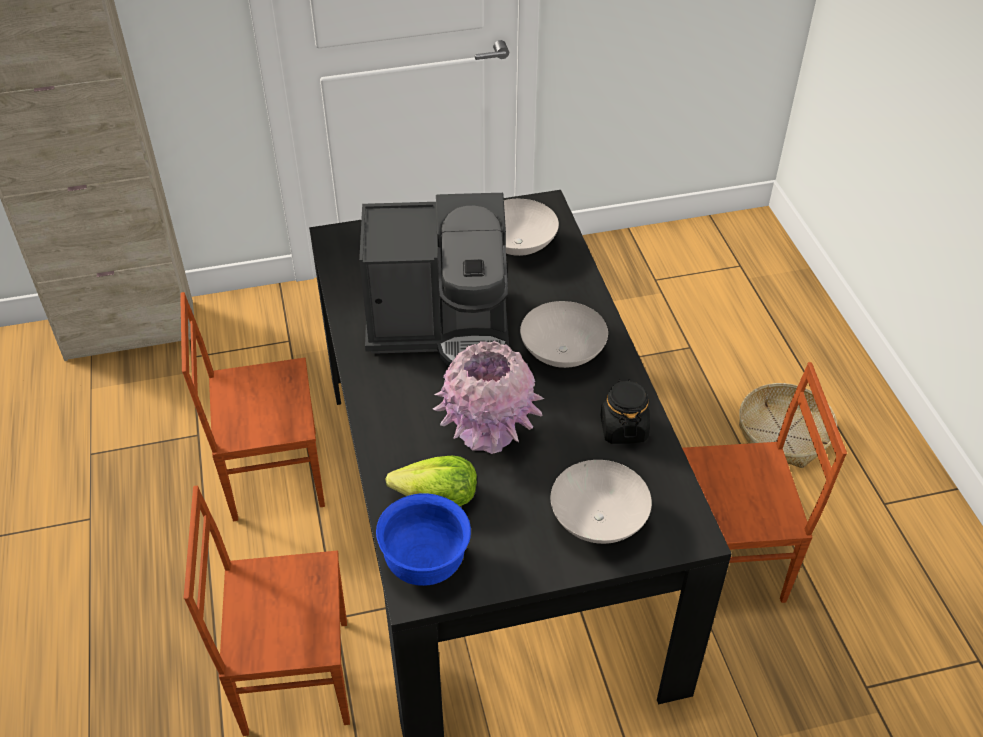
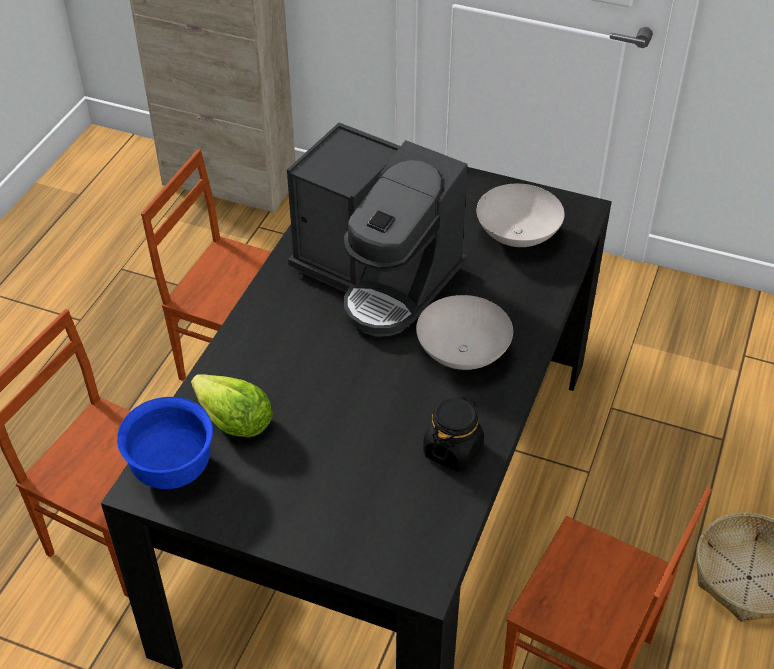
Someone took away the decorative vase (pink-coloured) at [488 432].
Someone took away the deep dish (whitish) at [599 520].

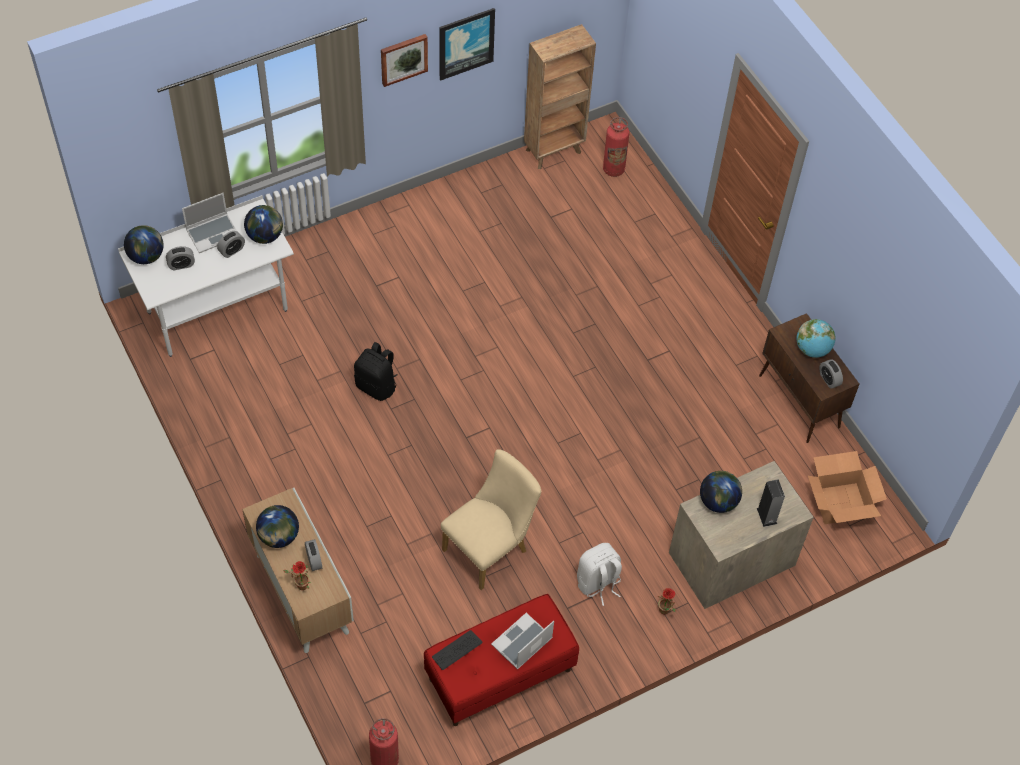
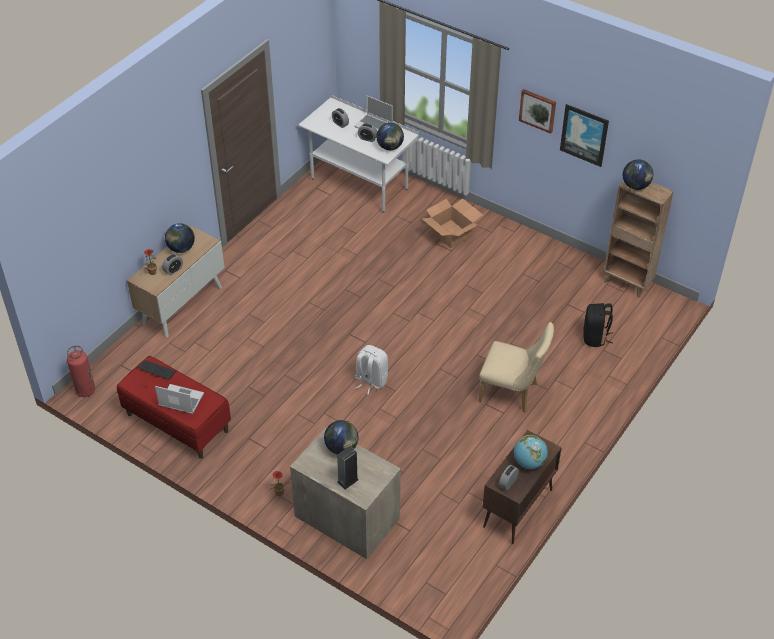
Someone took away the fire-fighting cylinder at [613 169].
Someone carried the desk globe from [146 256] to [636 186].
Someone carried the backpack (black) from [377 386] to [595 337].
Someone carried the upright chair (beige-coloured) from [490 548] to [512 393].
Someone carried the backpack (whitish) from [598 583] to [370 380].
Someone carried the cardboard box from [840 503] to [451 233].

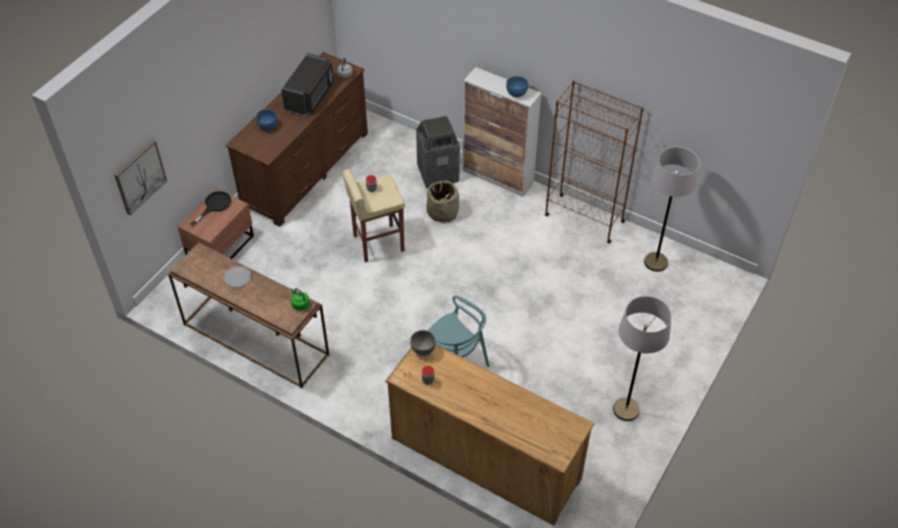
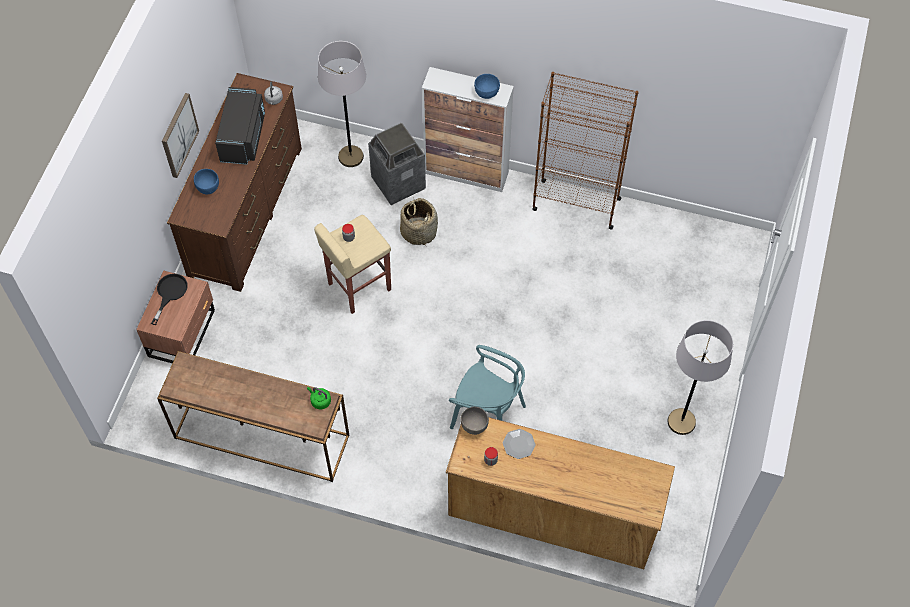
Someone carried the wall picture from [139 177] to [178 135].
Someone carried the plate from [237 277] to [519 444].
Someone carried the floor lamp (greyish) from [656 262] to [351 157].

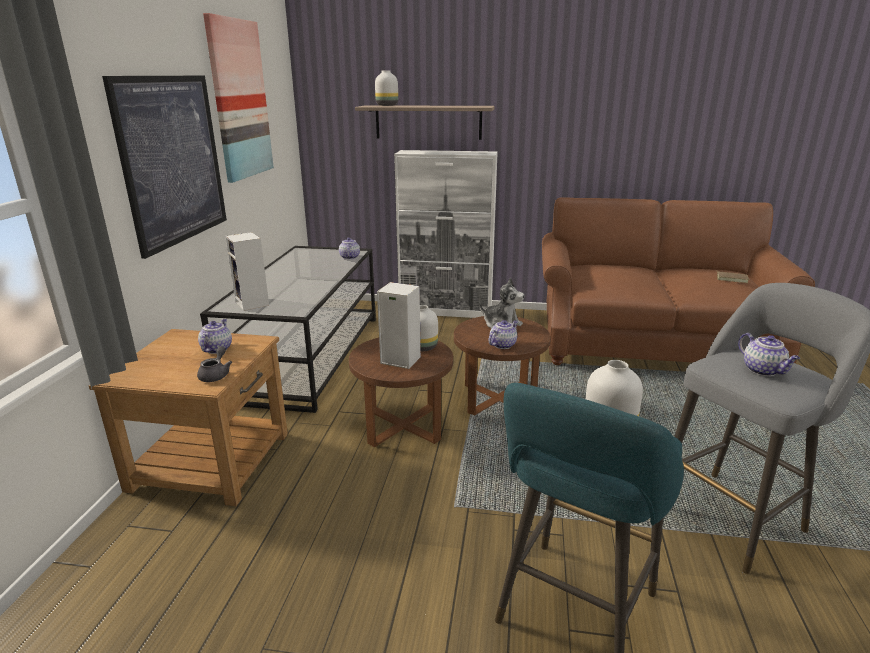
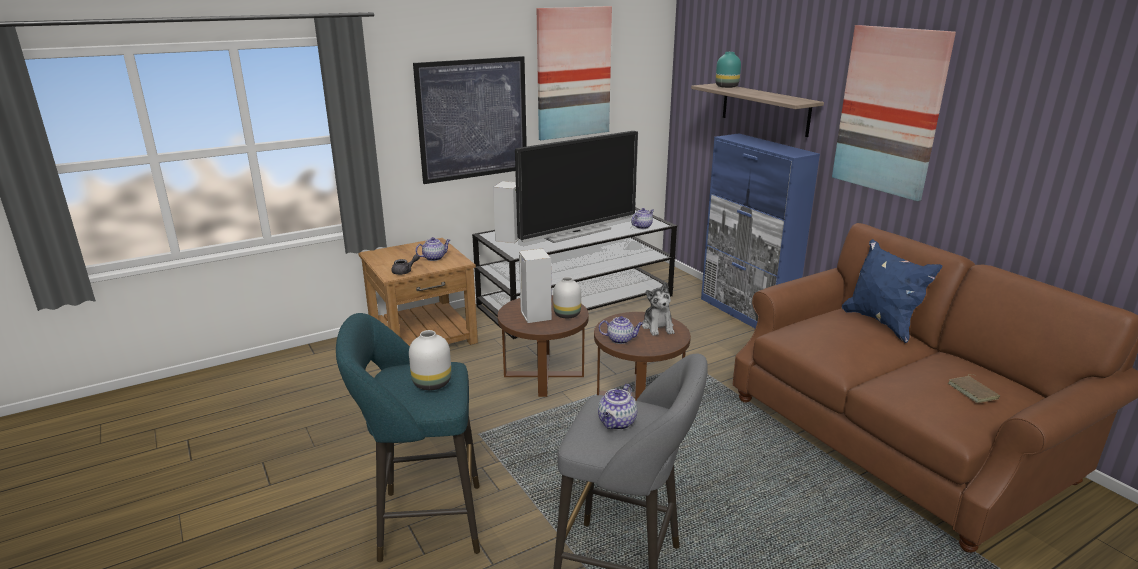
Someone put down the TV set at [576 232].
Someone put up the wall picture at [889 111].
Someone put down the pillow (blue) at [881 323].
Someone repainted the decorative vase (whitish) at [386 105], which became the decorative vase (turquoise-coloured) at [726 87].
Someone repainted the storage cabinet (whitish) at [446 310], which became the storage cabinet (blue) at [746 314].

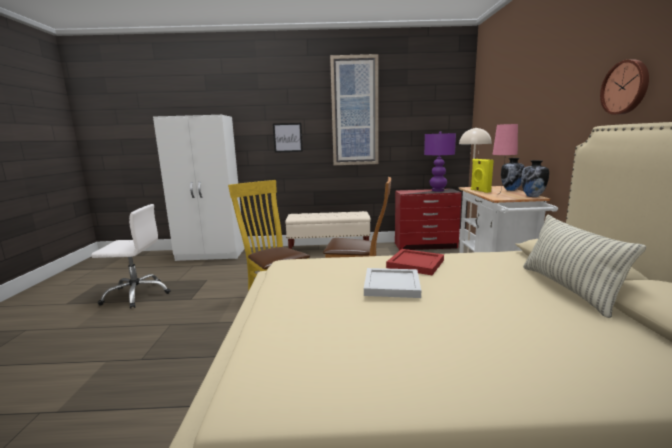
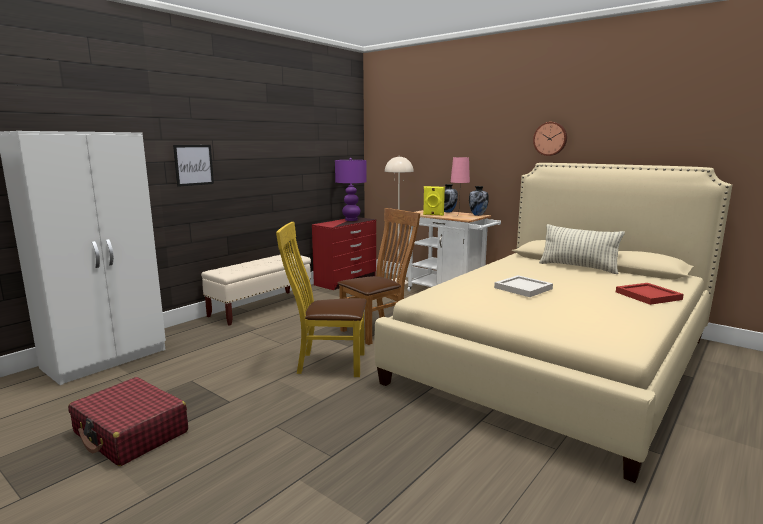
Someone took away the wall picture at [354 111].
Someone carried the serving tray (reddish) from [414 264] to [648 296].
Someone swapped the office chair (whitish) at [137 294] for the travel case (reddish) at [131 433].

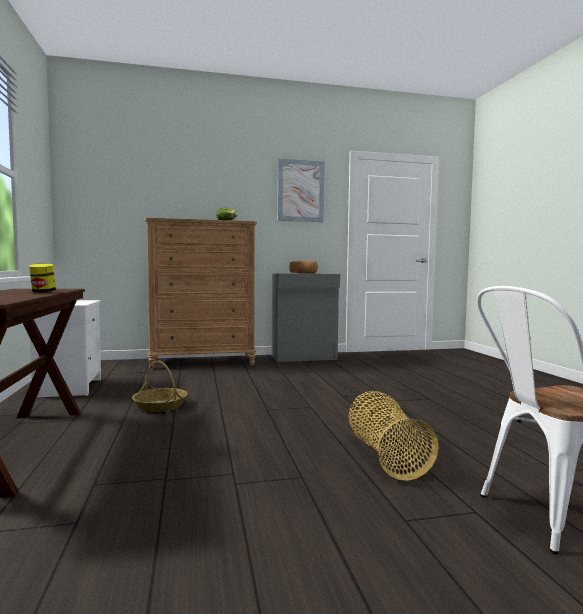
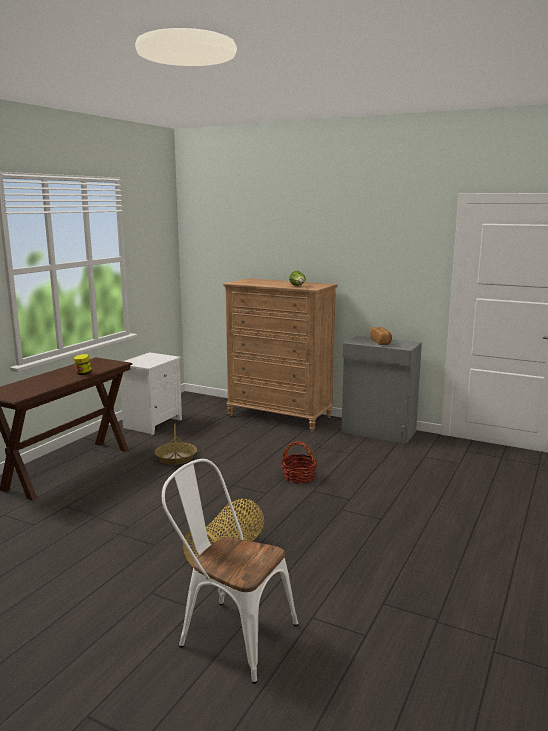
Someone took away the wall picture at [300 191].
Someone put down the household basket at [298 477].

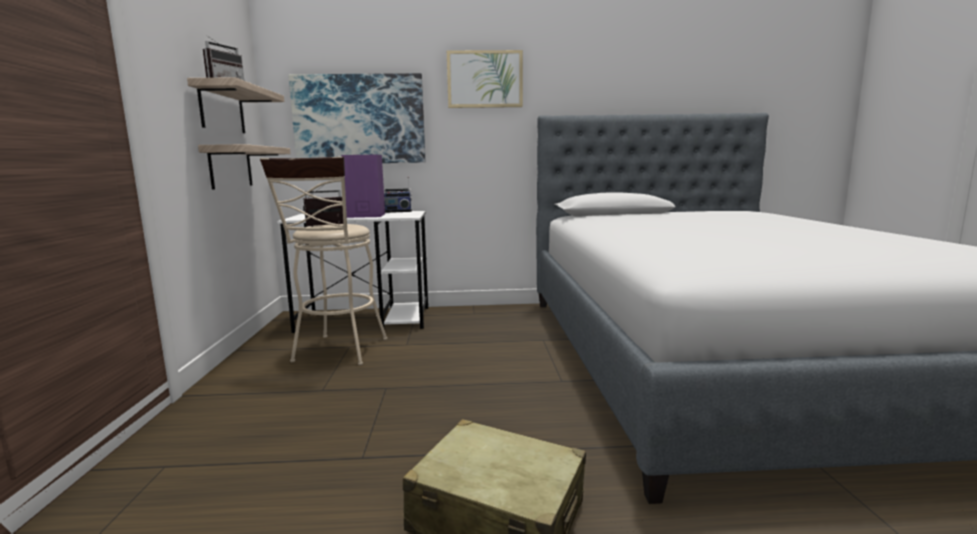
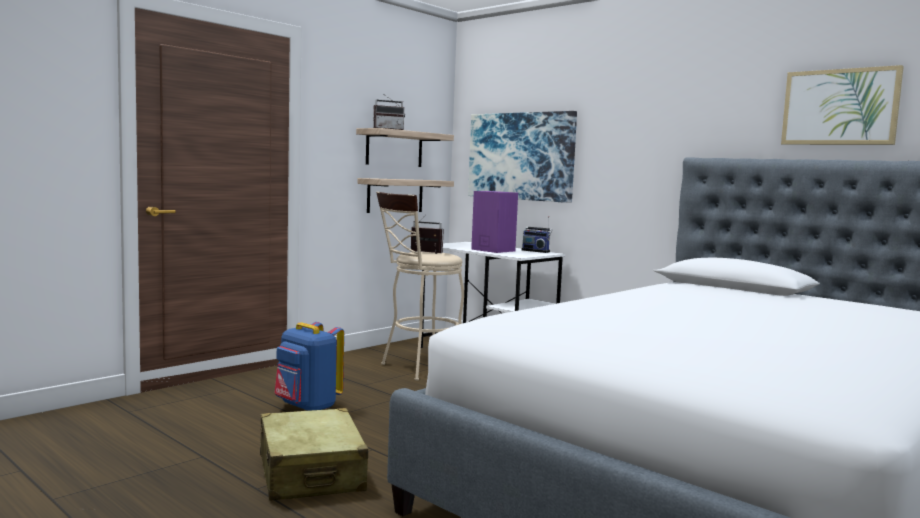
Someone put down the backpack (blue) at [307 407].
Someone carried the wall picture from [485 79] to [840 107].

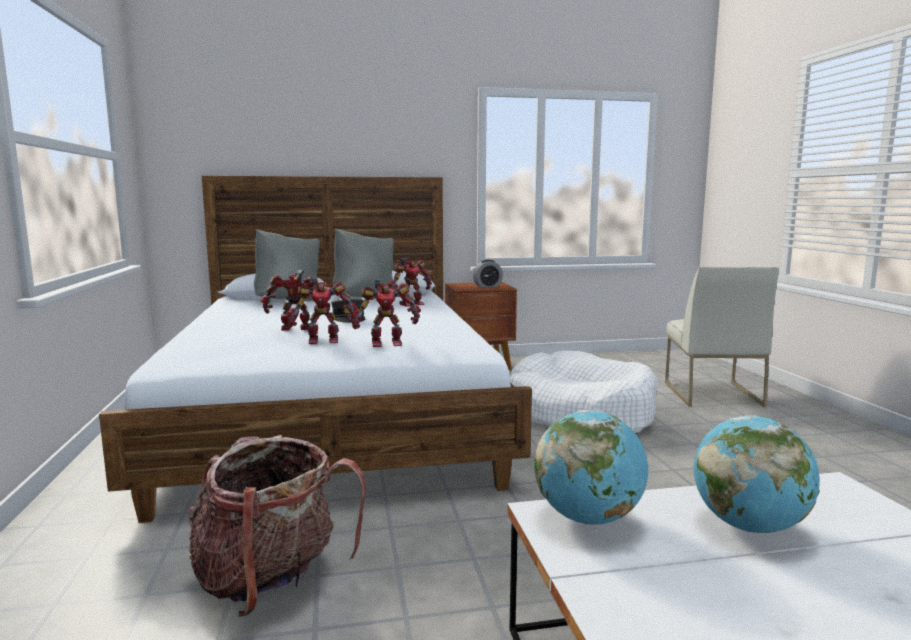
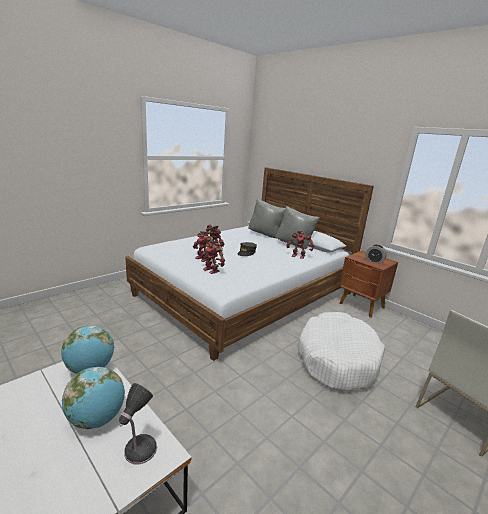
Someone took away the backpack at [271 581].
Someone put down the table lamp at [138 451].

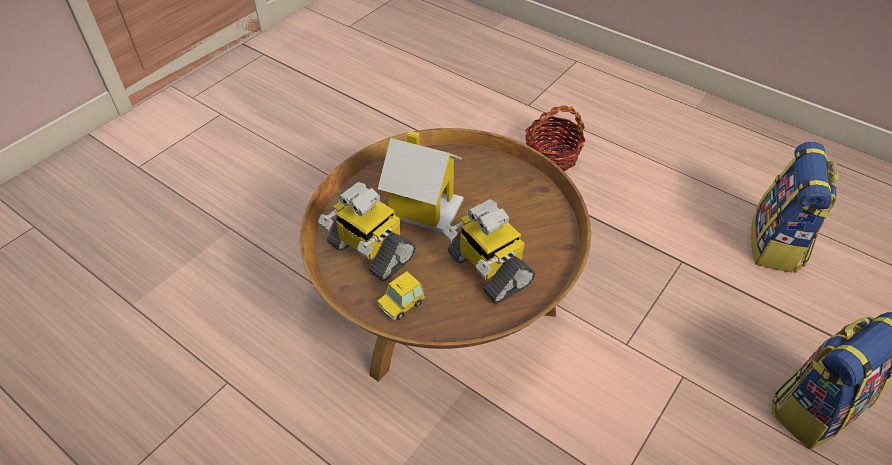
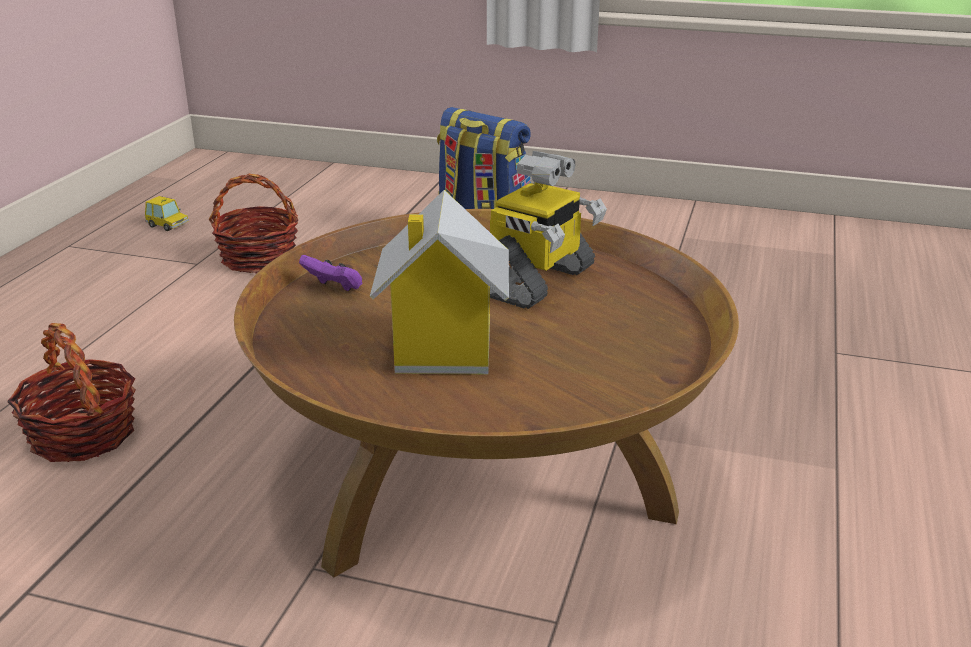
Someone took away the toy robot at [369 251].
Someone put down the gamepad (purple) at [334 288].
Someone carried the miniature car from [401 304] to [168 225].
Someone swapped the backpack at [776 244] for the household basket at [259 258].

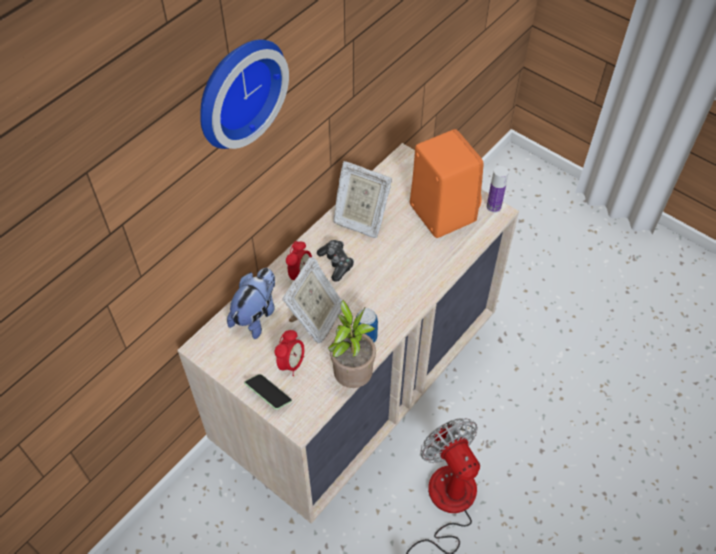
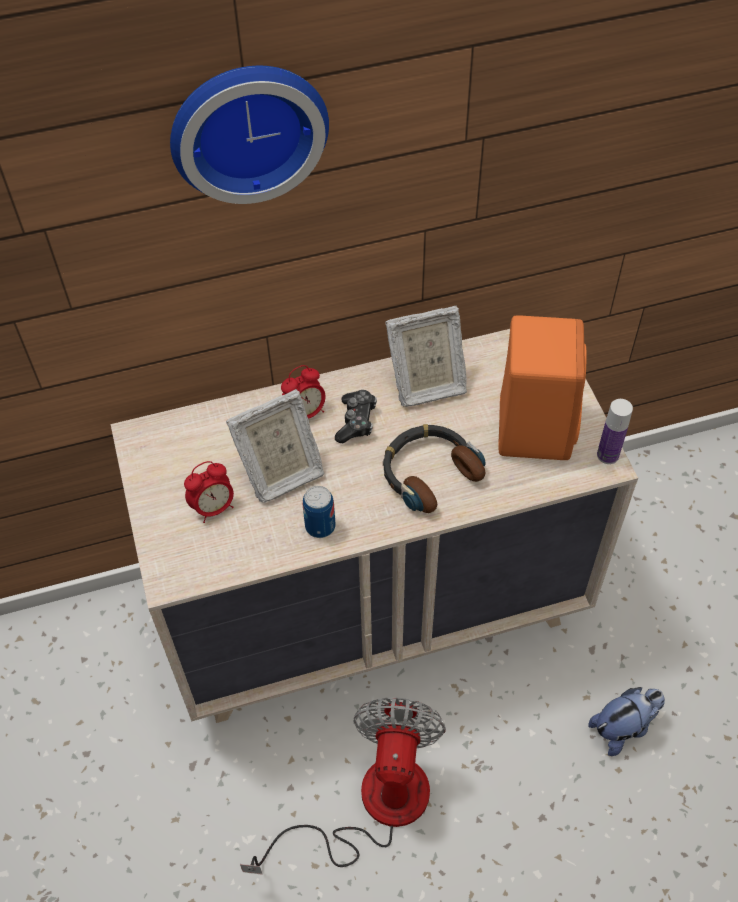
Someone took away the handset at [268 395].
Someone took away the potted plant at [352 376].
Someone put down the headset at [429 472].
Someone carried the cuddly toy from [256 315] to [623 728].
Someone rotated the standing frame at [360 219] by 75 degrees counterclockwise.

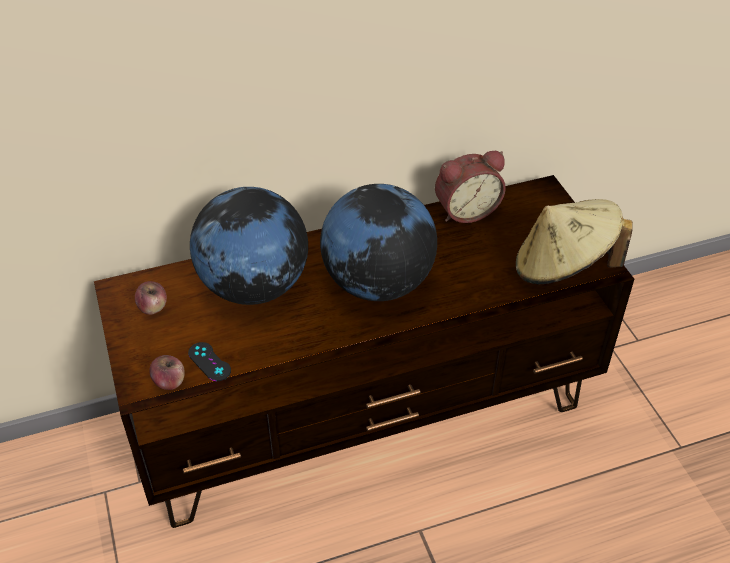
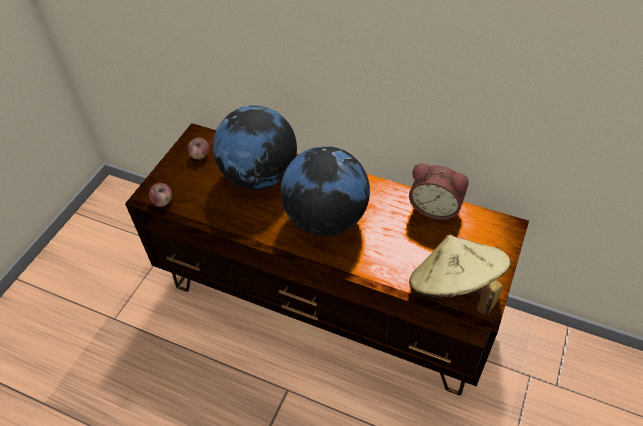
Someone took away the gamepad (black) at [209 362].

